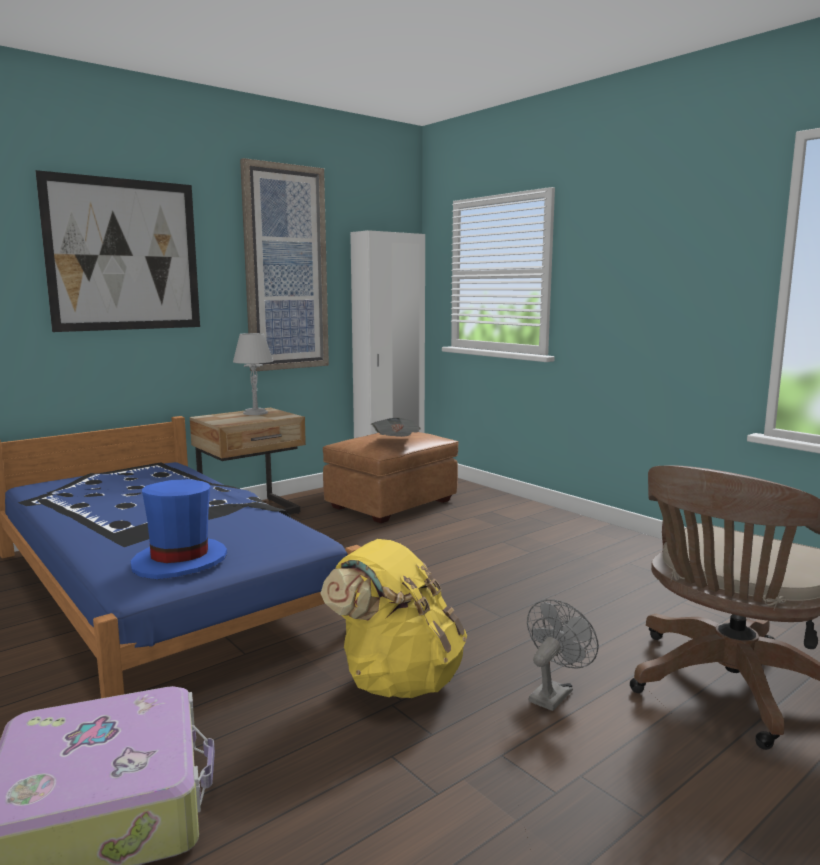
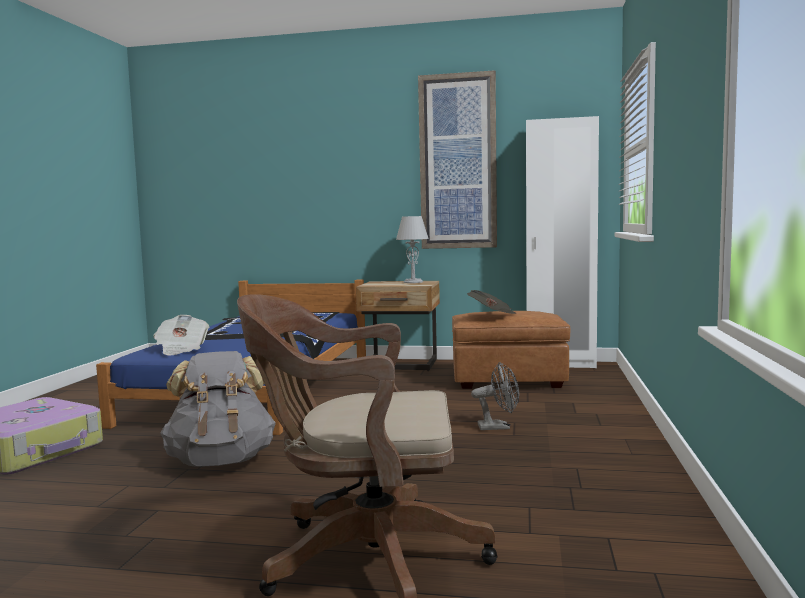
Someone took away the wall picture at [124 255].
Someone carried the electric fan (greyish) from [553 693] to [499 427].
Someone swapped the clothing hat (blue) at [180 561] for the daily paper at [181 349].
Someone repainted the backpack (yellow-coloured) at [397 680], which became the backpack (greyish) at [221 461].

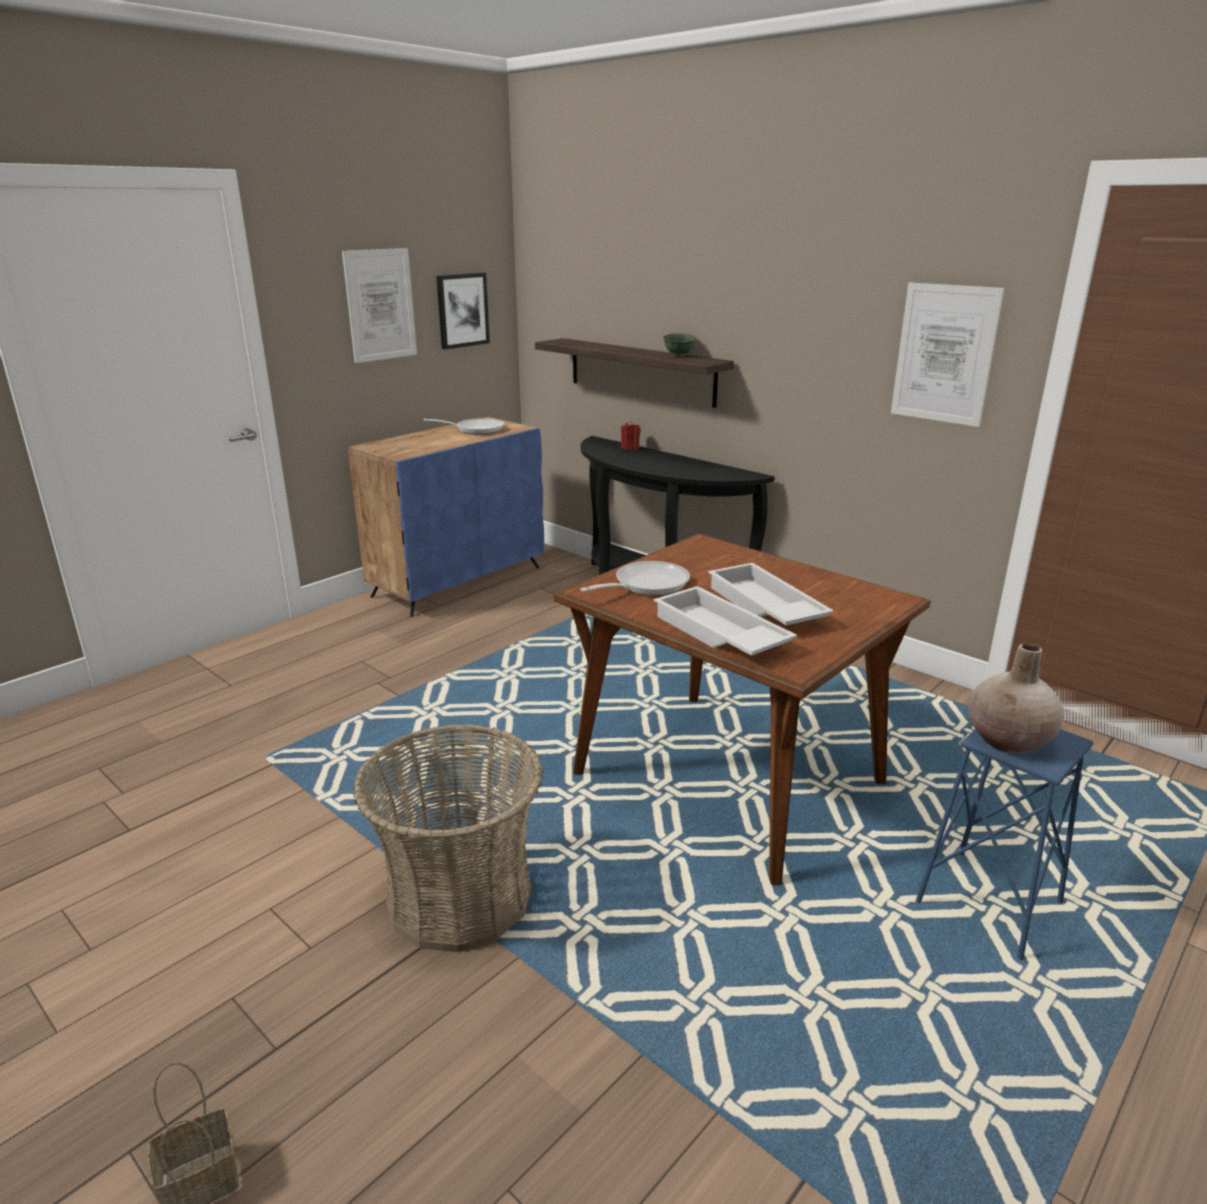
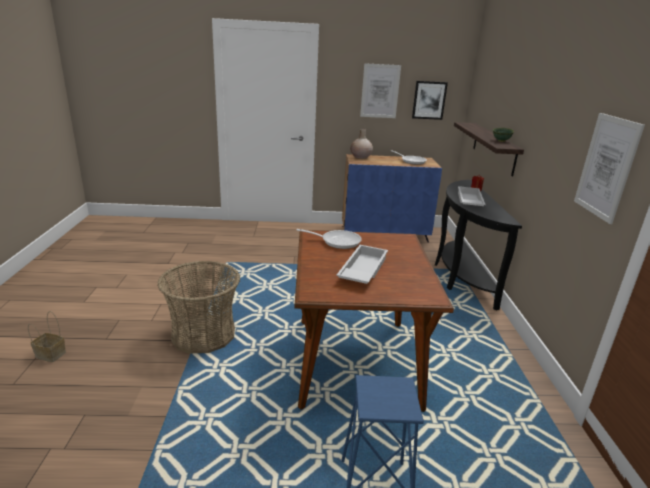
Someone carried the serving tray (whitish) from [718 634] to [468 201].
Someone carried the decorative vase (beige-coloured) from [1009 740] to [360 157].

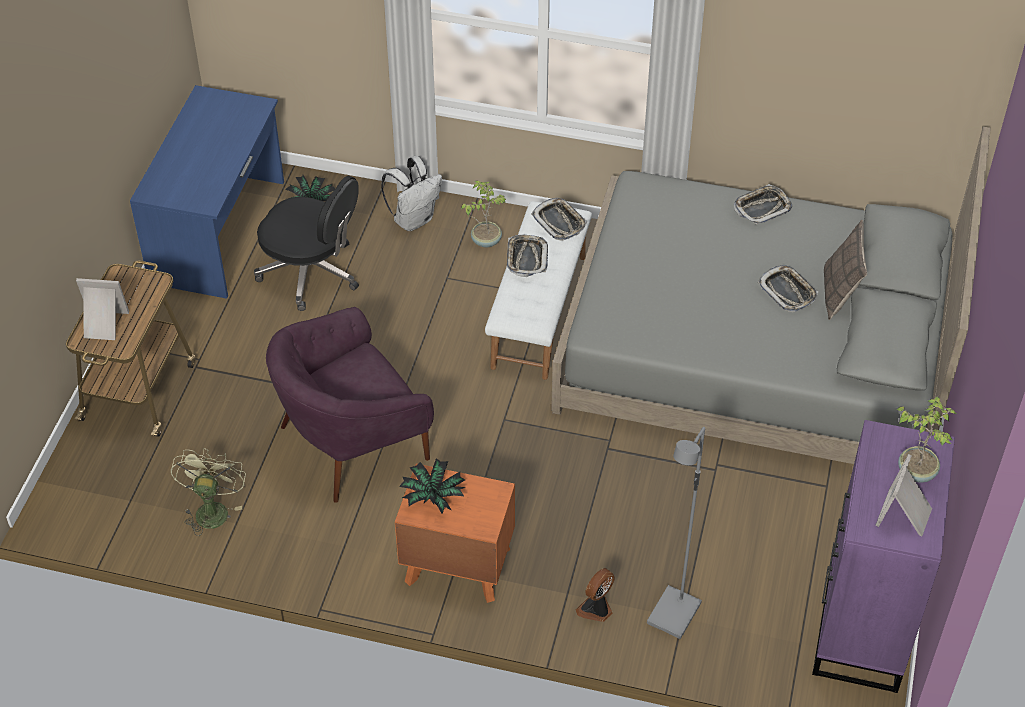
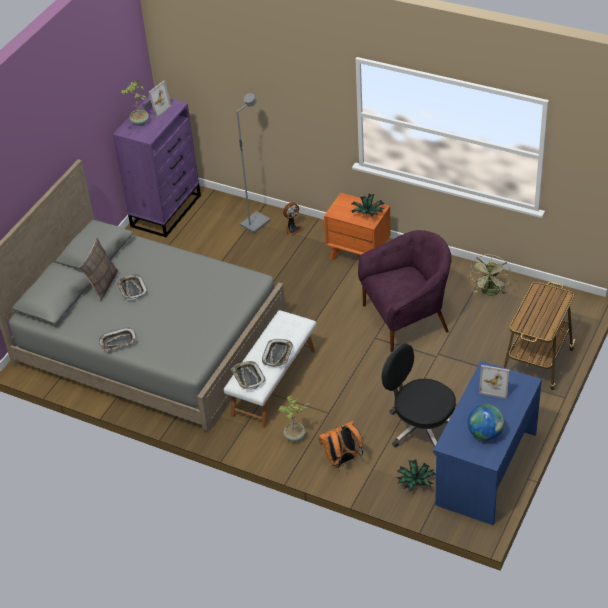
Someone put down the desk globe at [485 434].
Someone carried the standing frame from [103 325] to [495 386].
Someone repainted the backpack (whitish) at [414 219], which became the backpack (orangey) at [342 460].

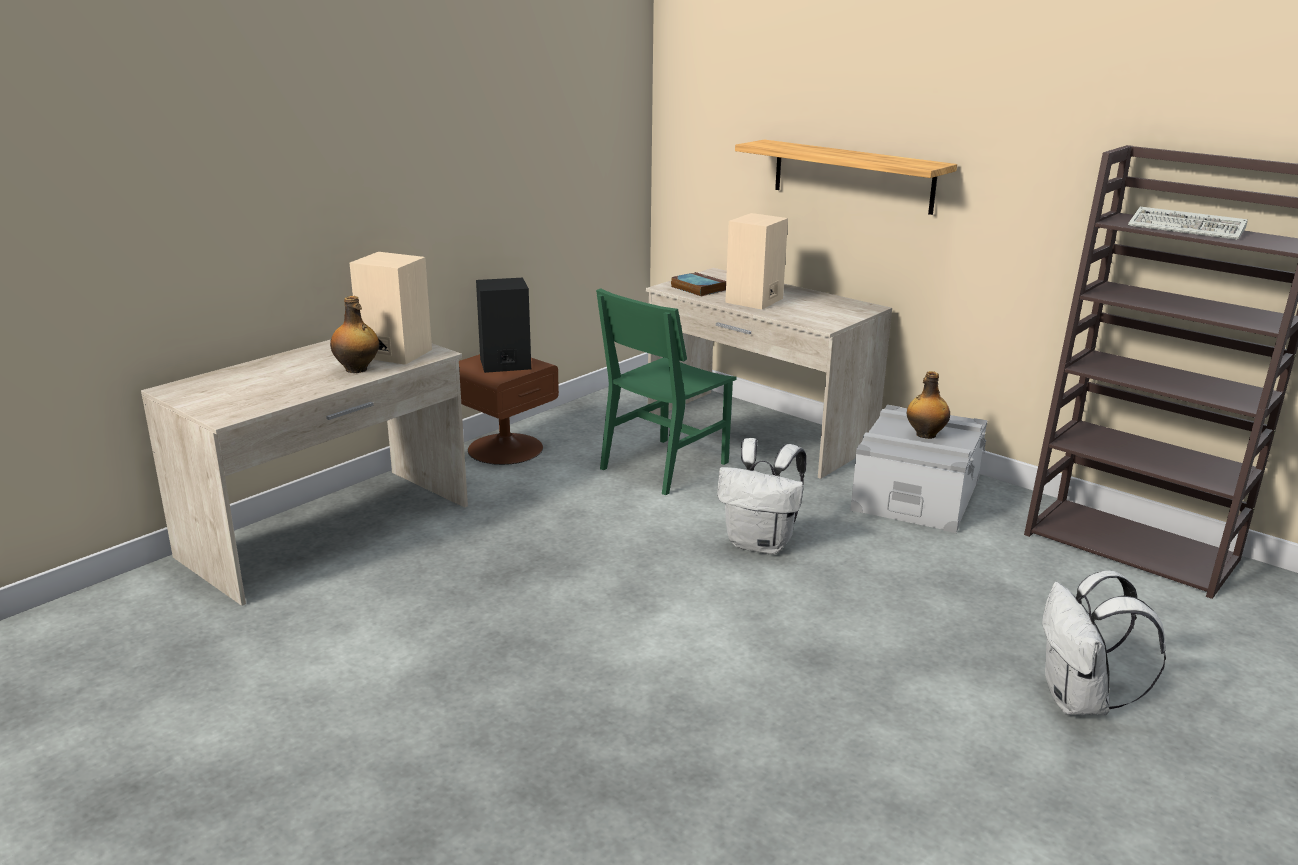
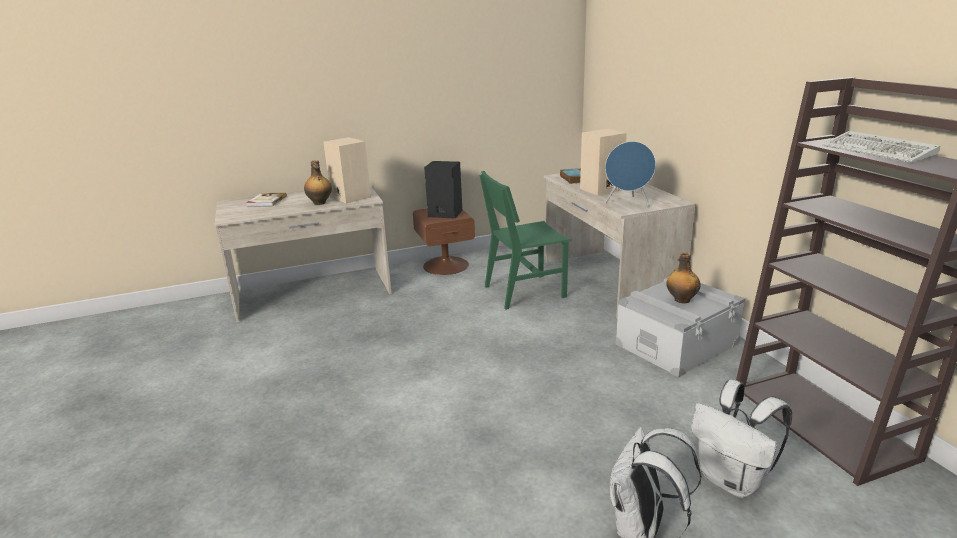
Someone took away the shelf at [852 176].
Someone put down the book at [266 201].
Someone put down the speaker (blue) at [628 203].
Someone carried the backpack (whitish) from [761 544] to [732 480].

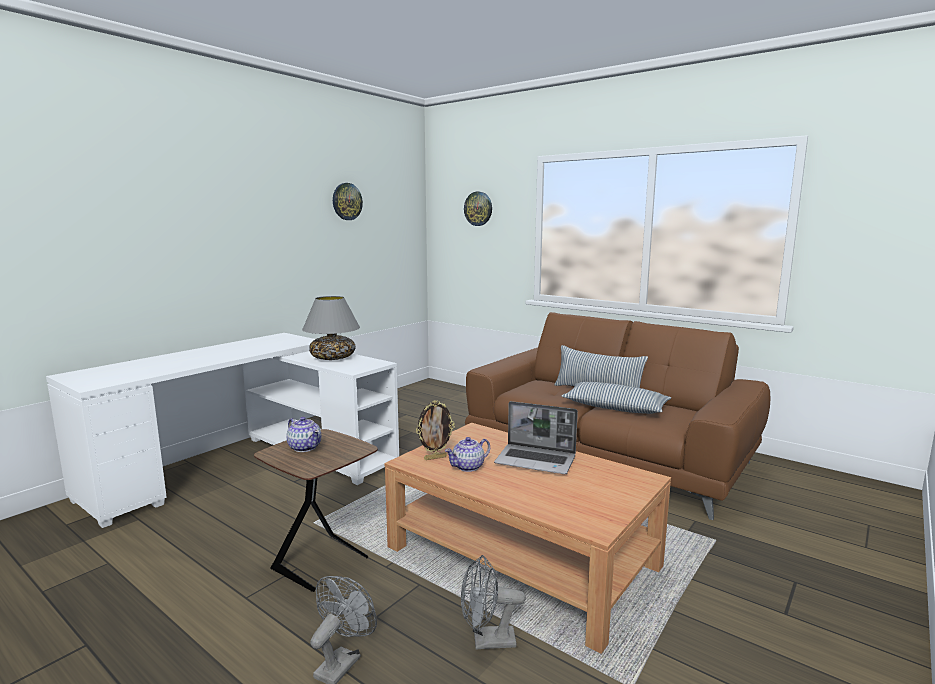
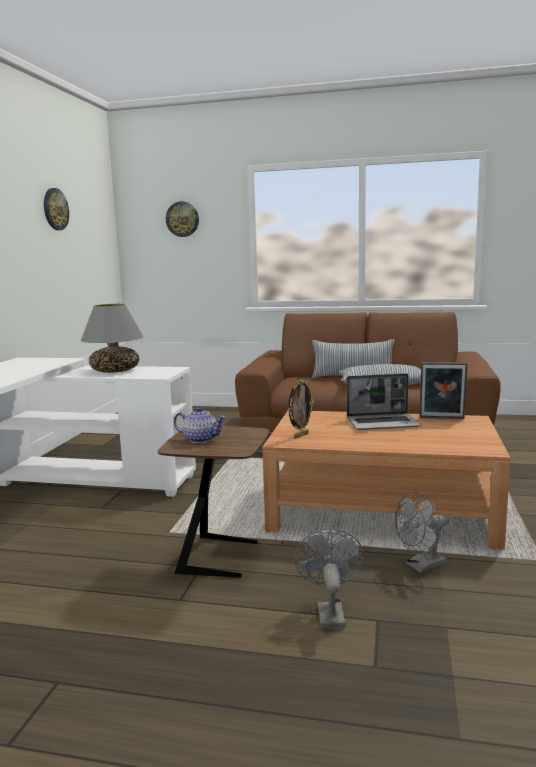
Someone took away the tea pot at [468 467].
Someone put down the standing frame at [442 418].

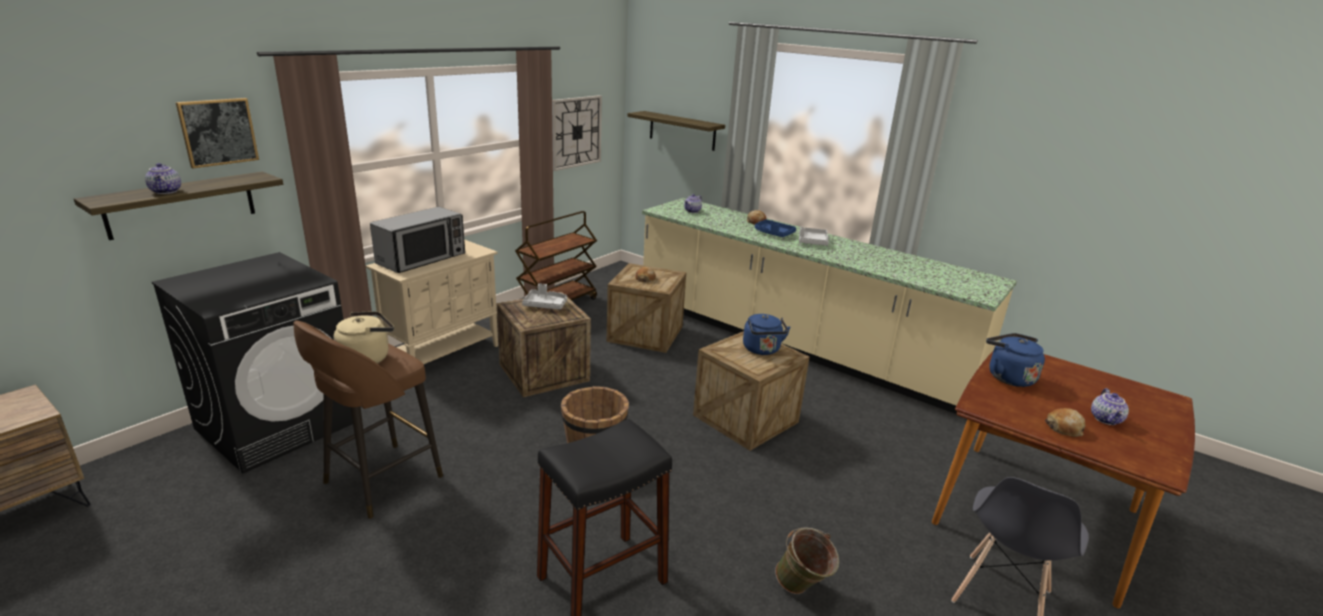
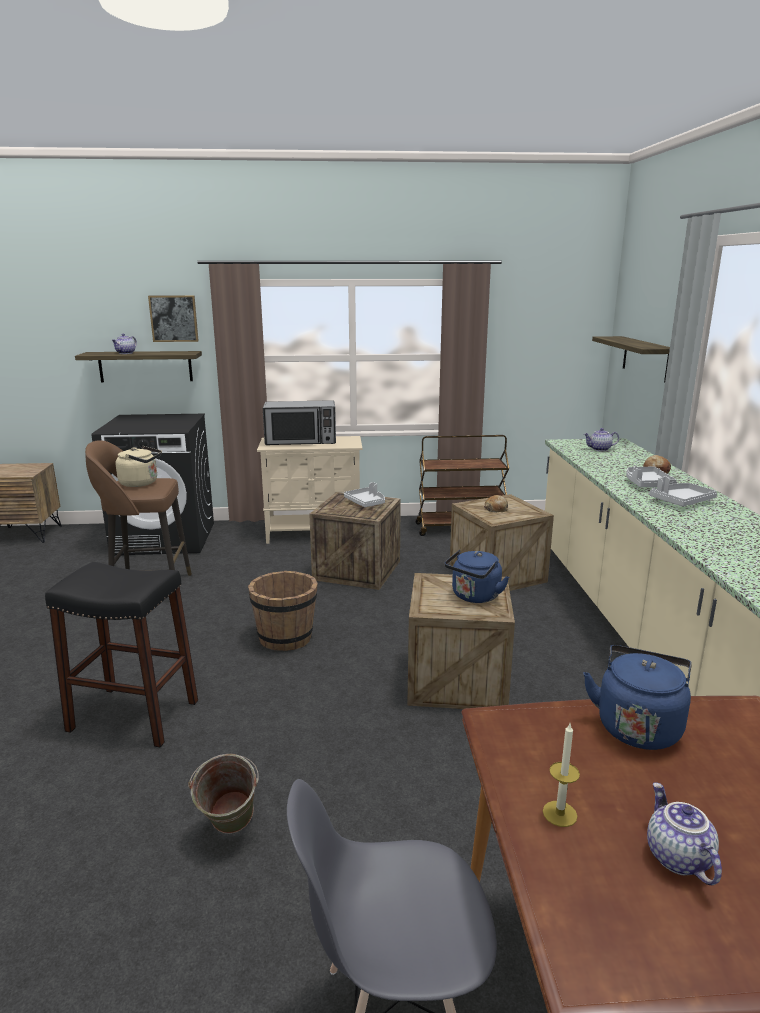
Someone took away the hanging clock at [576 132].
Someone swapped the baked bread at [1064 428] for the candle at [559 813].
Someone repainted the serving tray (blue) at [773 234], which became the serving tray (greyish) at [646 484].
Someone rotated the tea pot at [1106 419] by 105 degrees clockwise.

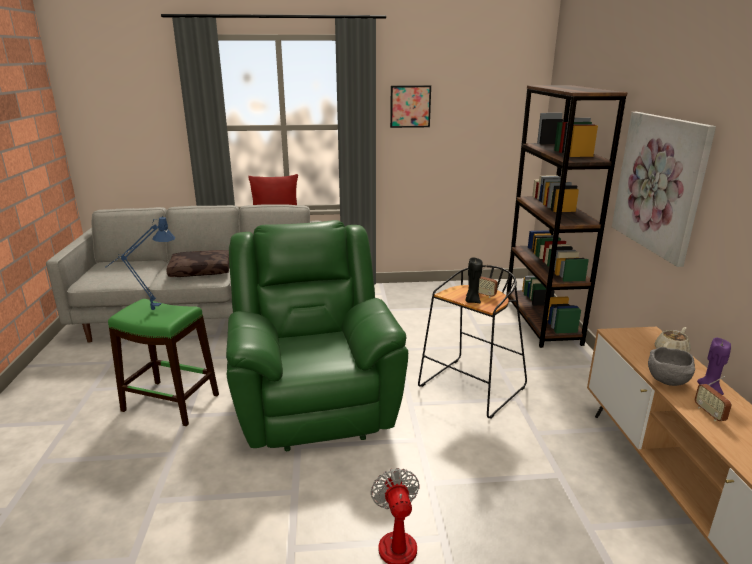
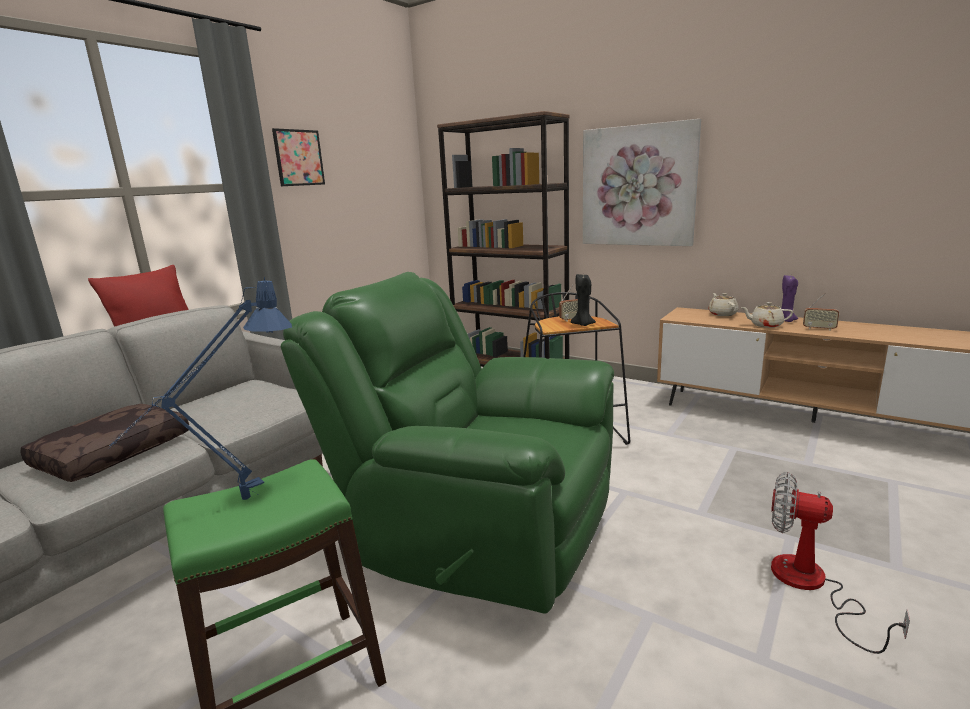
Someone swapped the deep dish (greyish) at [668 381] for the tea pot (beige-coloured) at [765 325].

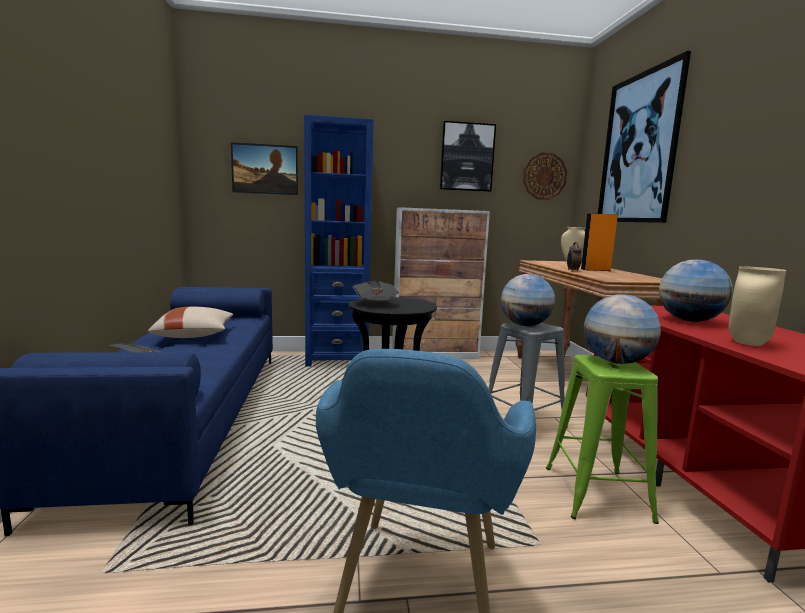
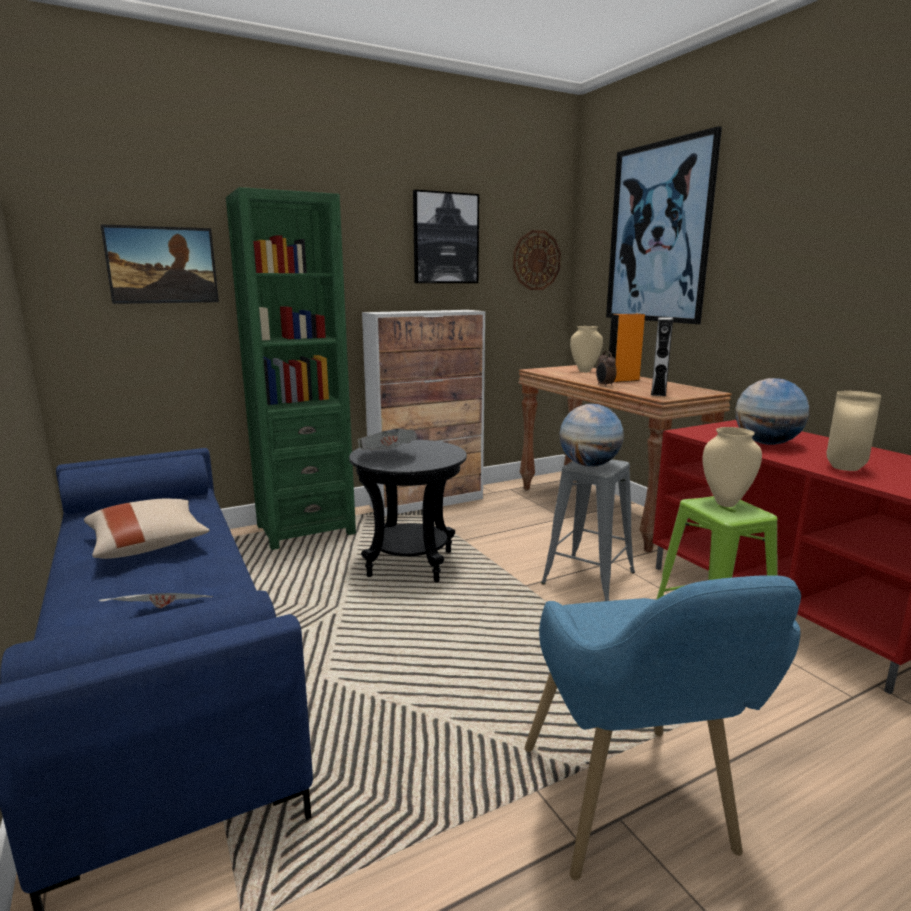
Someone put down the speaker (greyish) at [658 392].
Someone swapped the desk globe at [617 362] for the decorative vase (beige-coloured) at [725 503].
Someone repainted the shelving unit (blue) at [337 358], which became the shelving unit (green) at [305 530].

